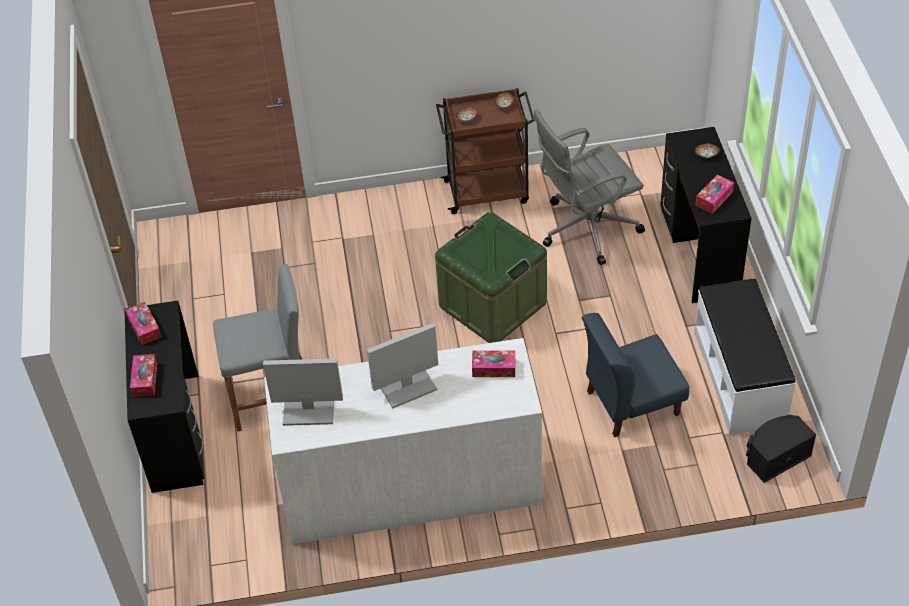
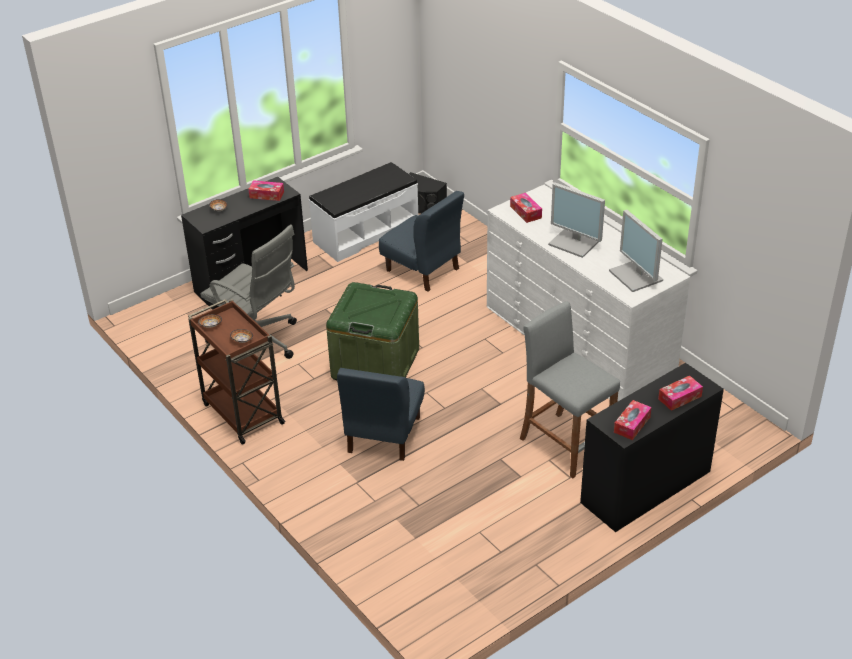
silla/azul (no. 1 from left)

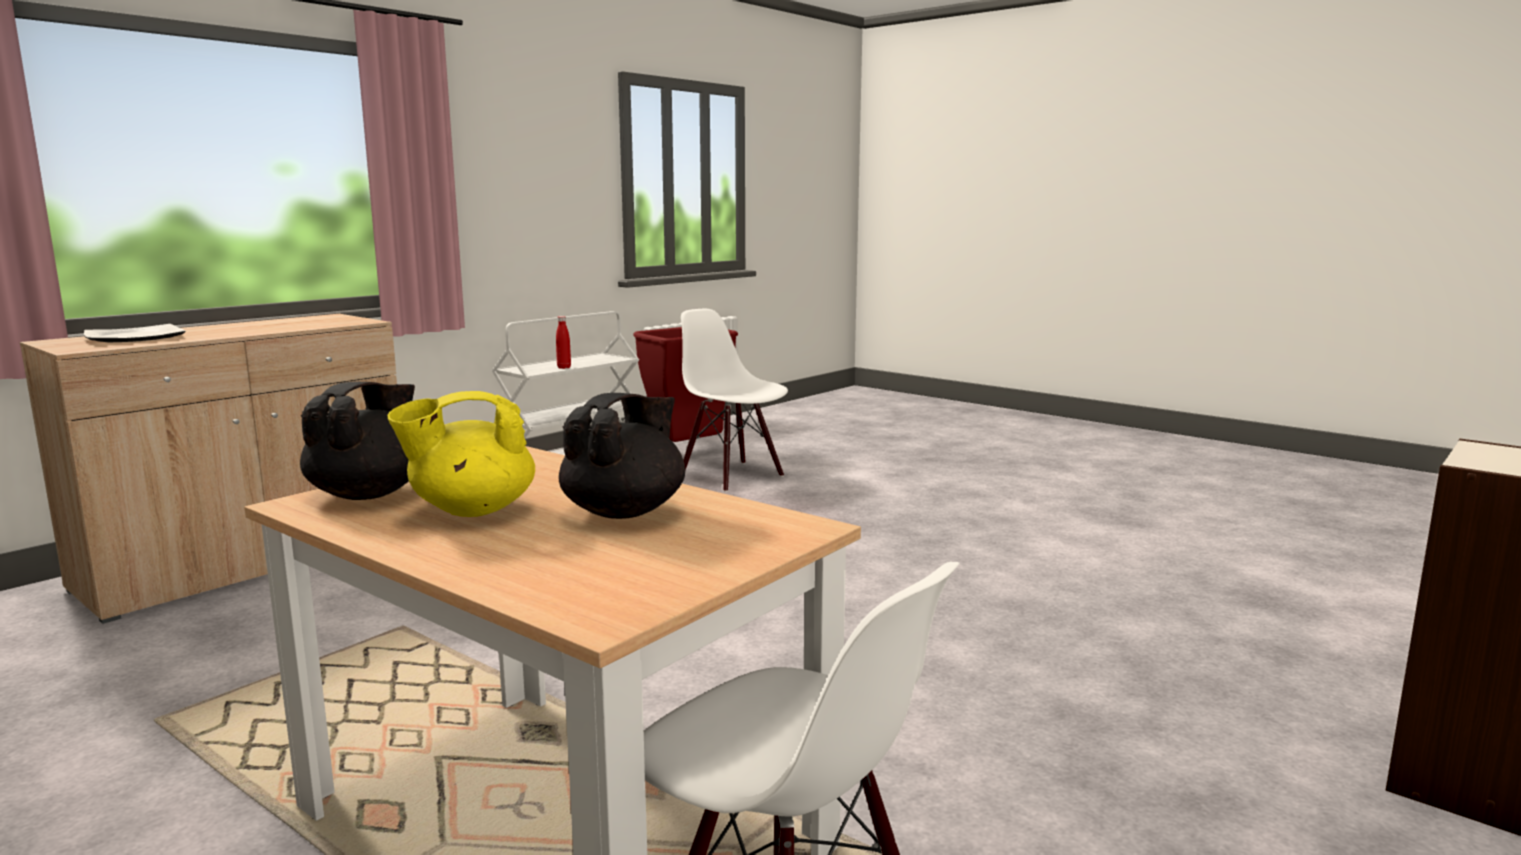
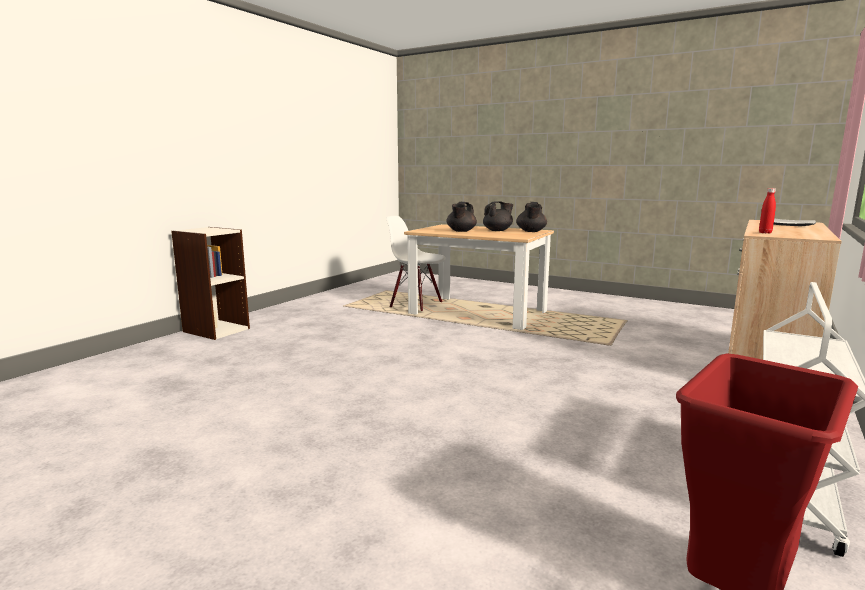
silla/blanco (no. 1 from left in the first image)
botella/rojo
tetera/negro (no. 2 from left)

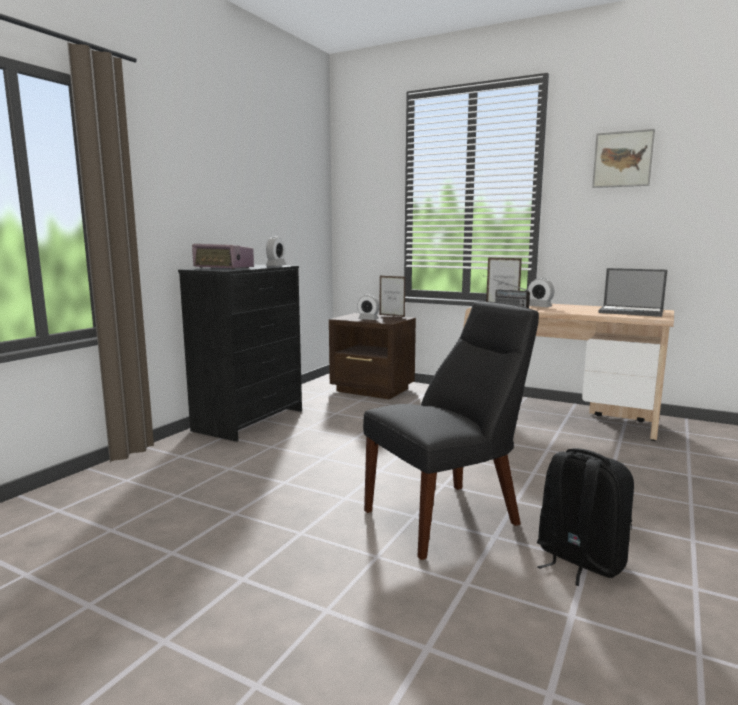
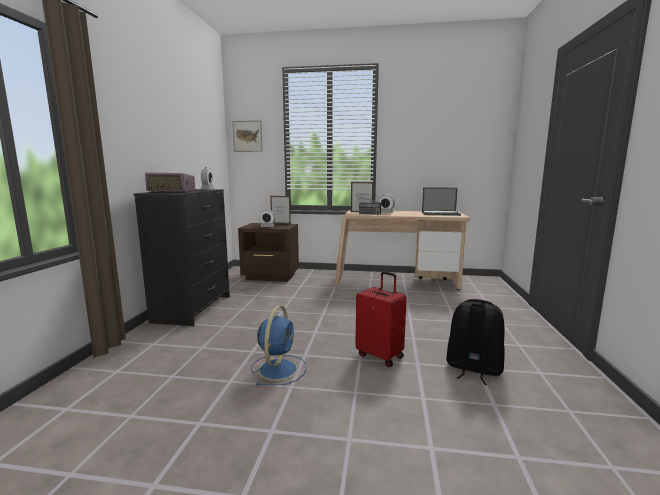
cuadro
maleta/rojo
ventilador/azul

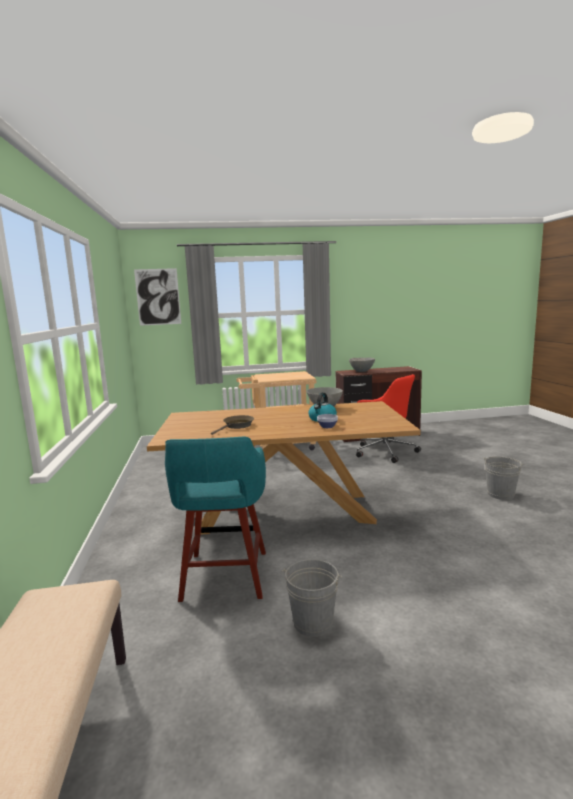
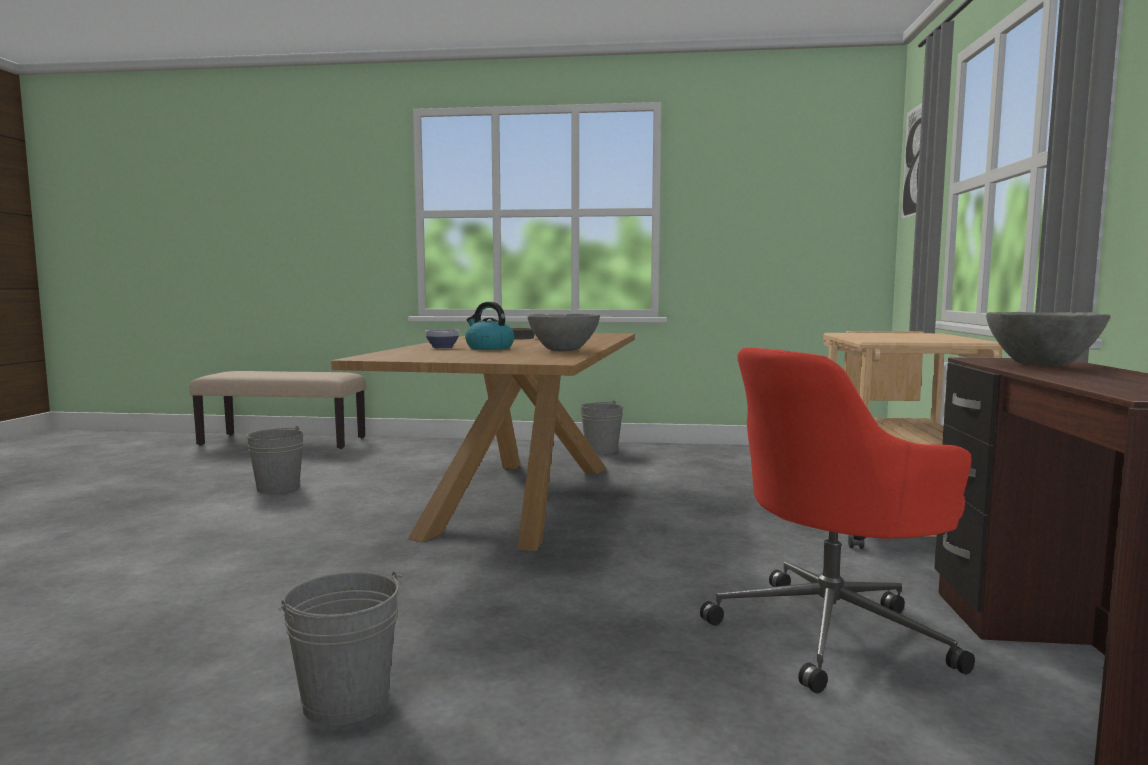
taburete/turquesa
cubo/gris (no. 3 from left)

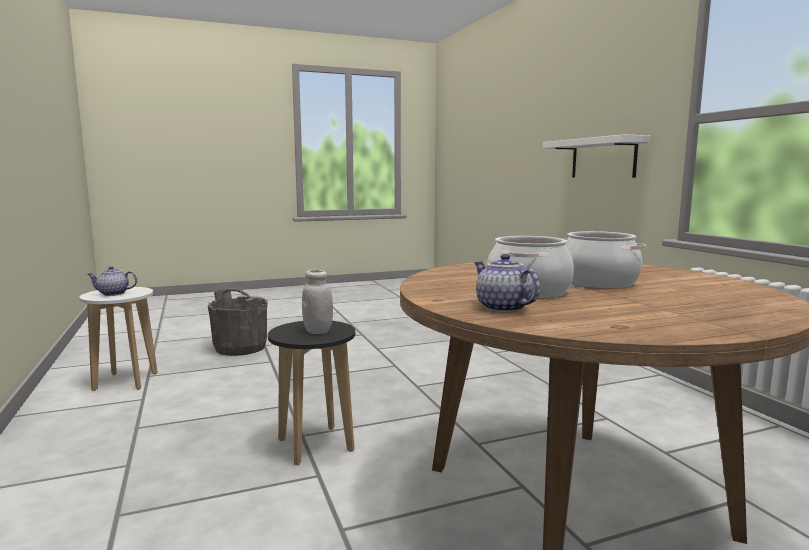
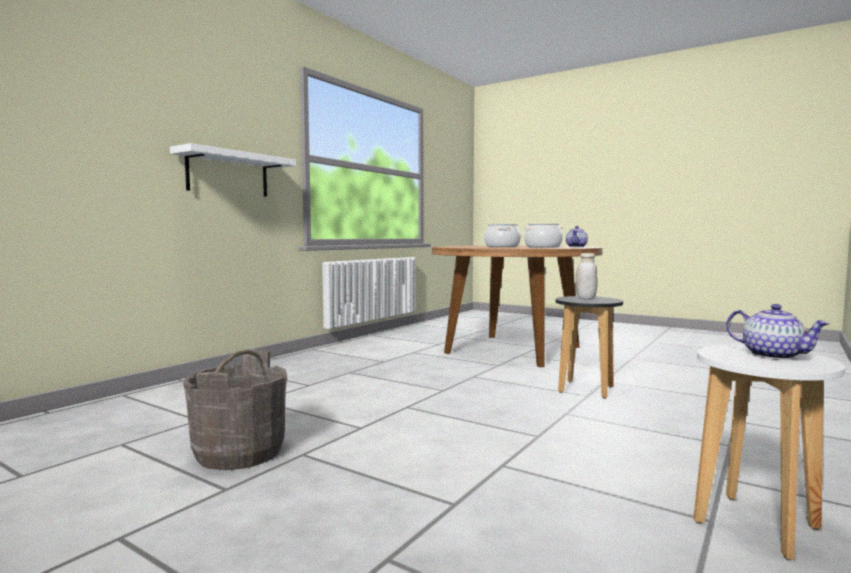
cubo/gris

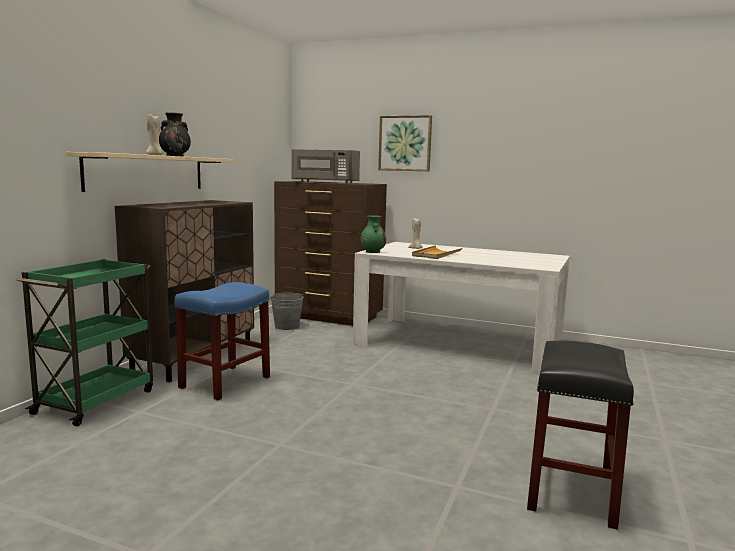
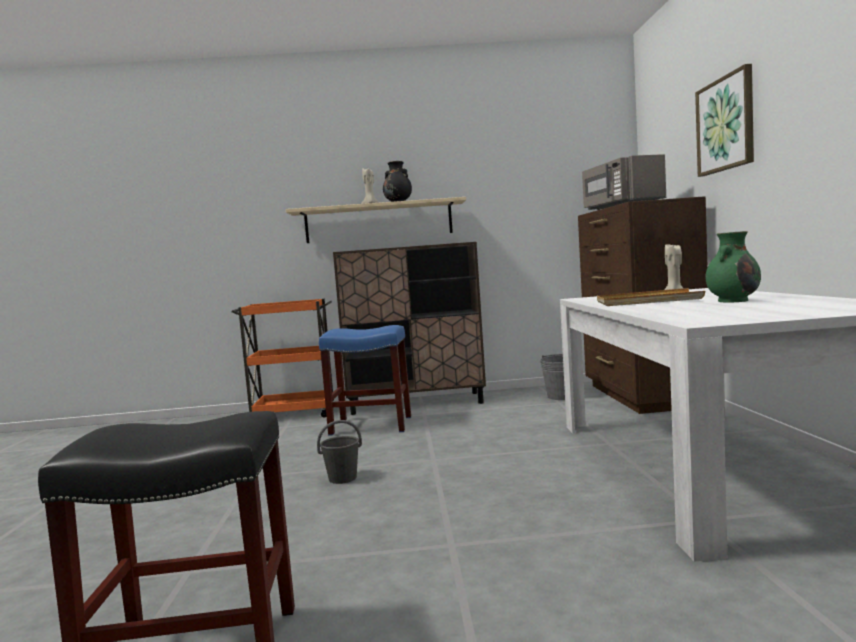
florero/verde
carrito/naranja
cubo/gris (no. 1 from left)

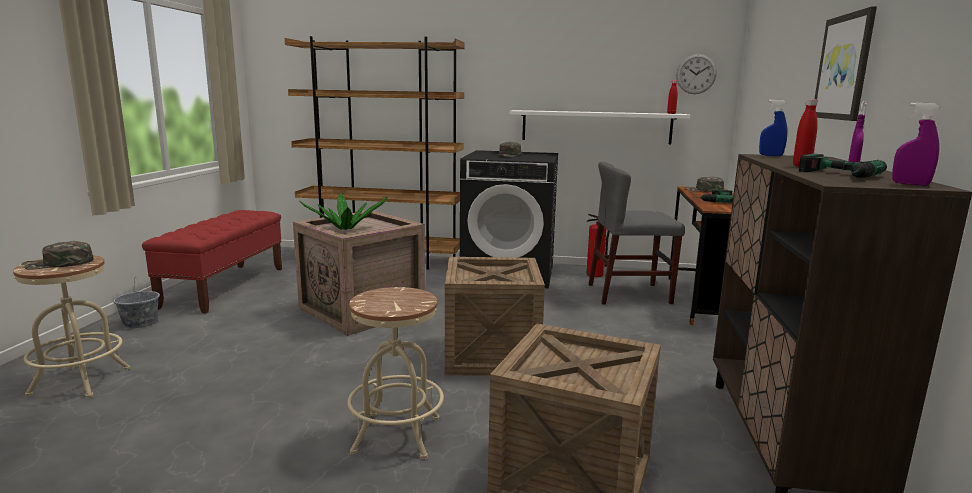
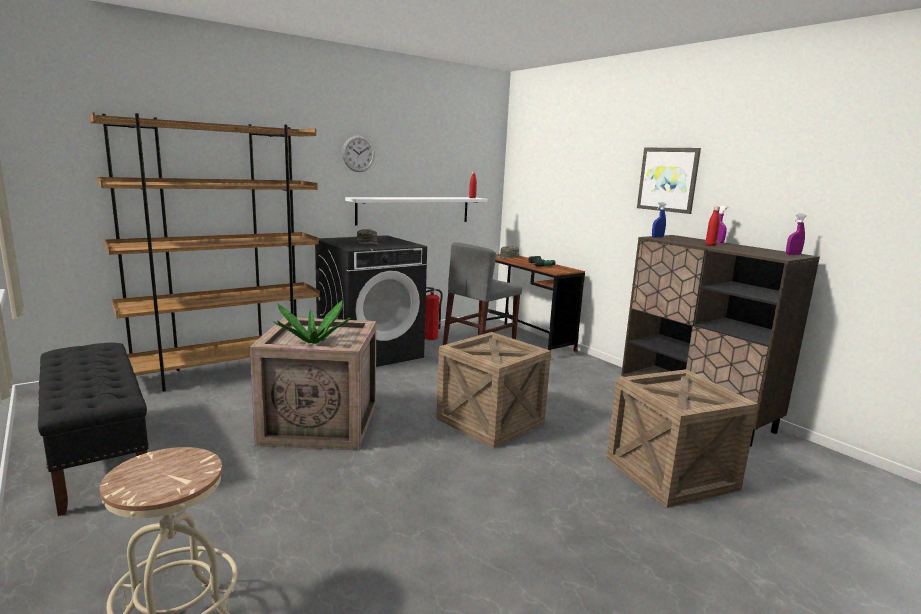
reloj de pared
taladro (no. 2 from left in the first image)
banco/negro
gorra/verde (no. 1 from left in the first image)
cubo/gris
taburete/beis (no. 2 from left in the first image)

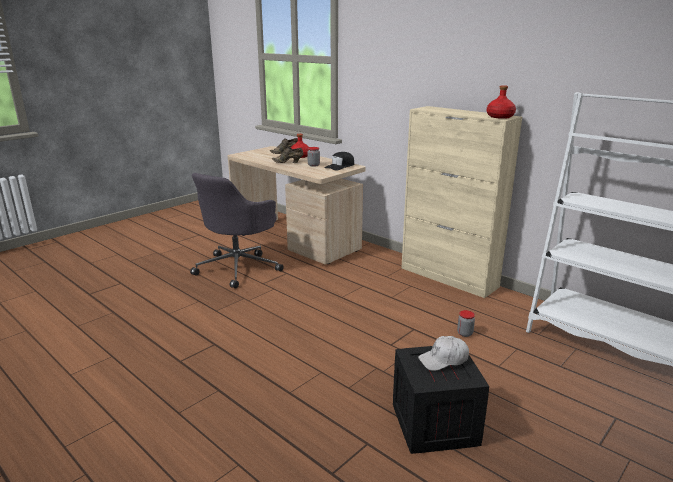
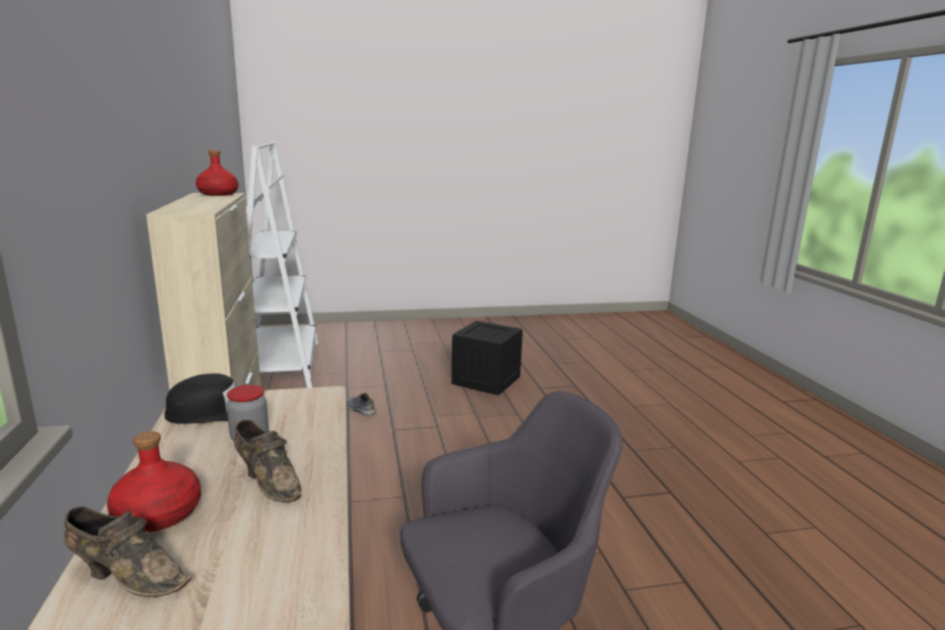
zapato/gris
gorra/blanco

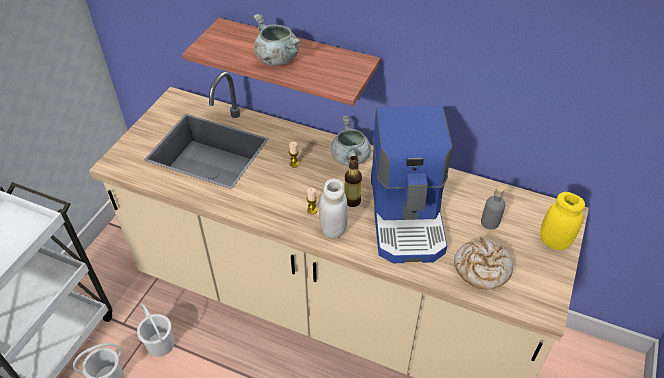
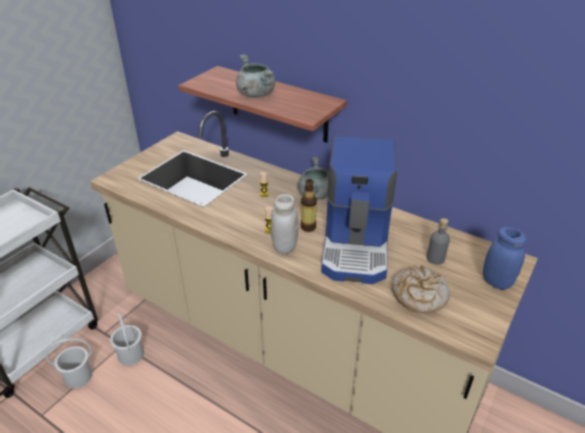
tarro/azul

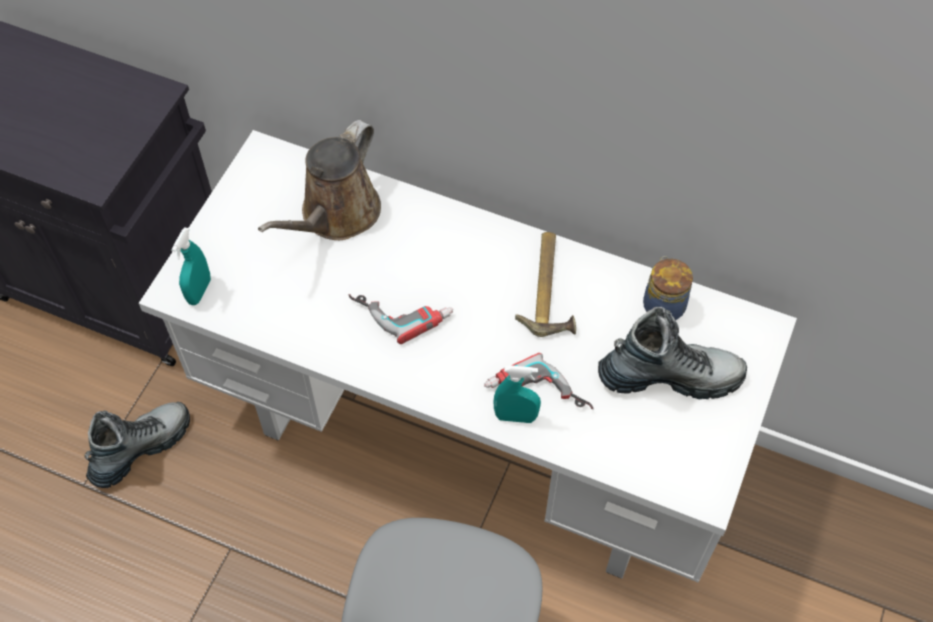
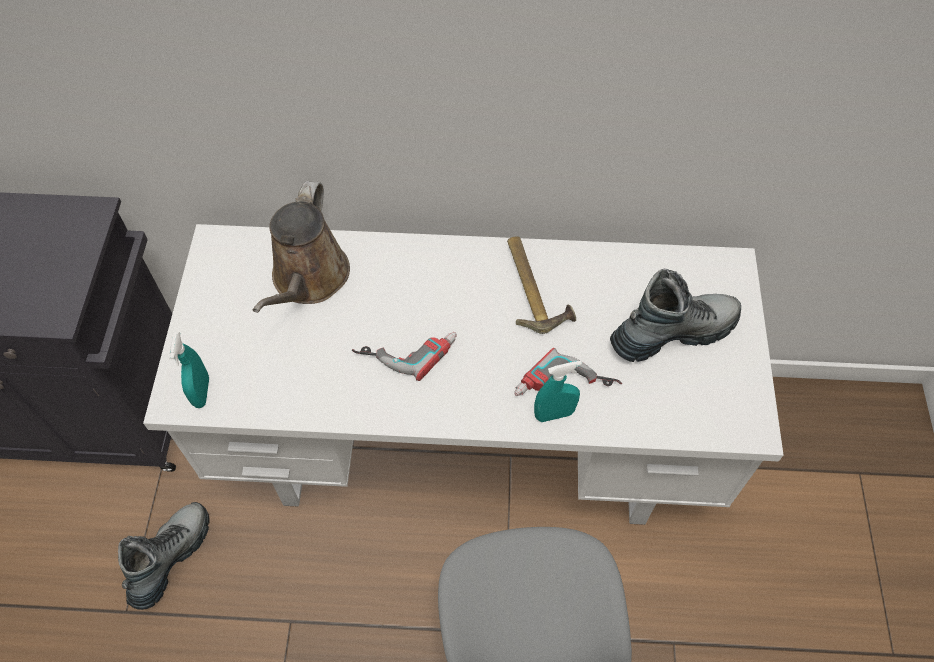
tarro

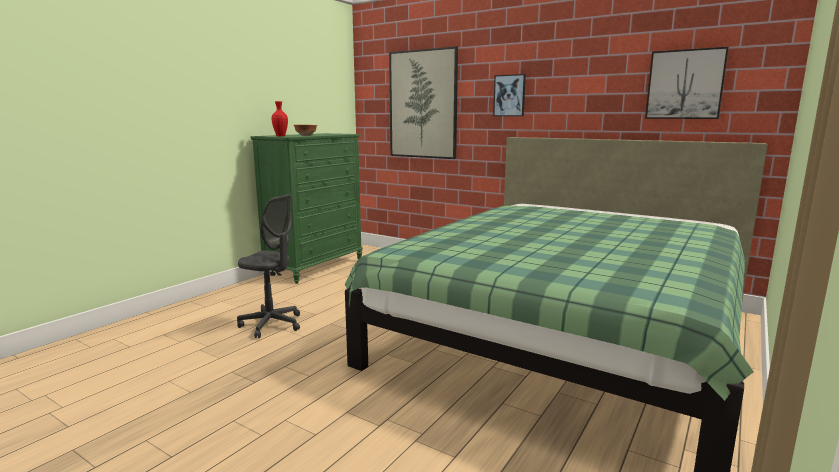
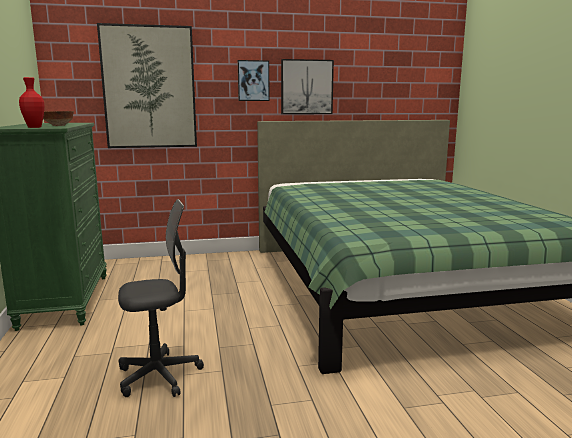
cuadro (no. 3 from left)

